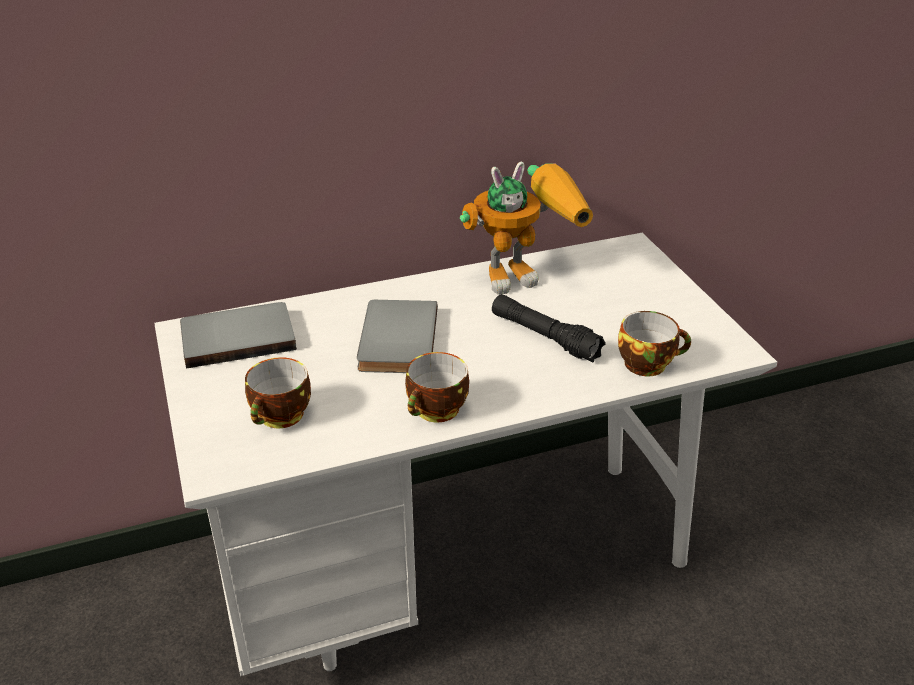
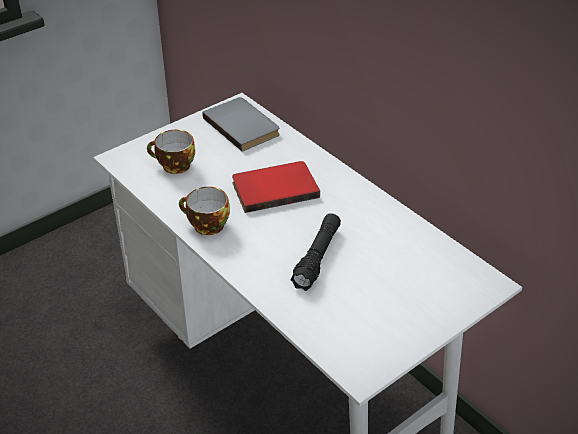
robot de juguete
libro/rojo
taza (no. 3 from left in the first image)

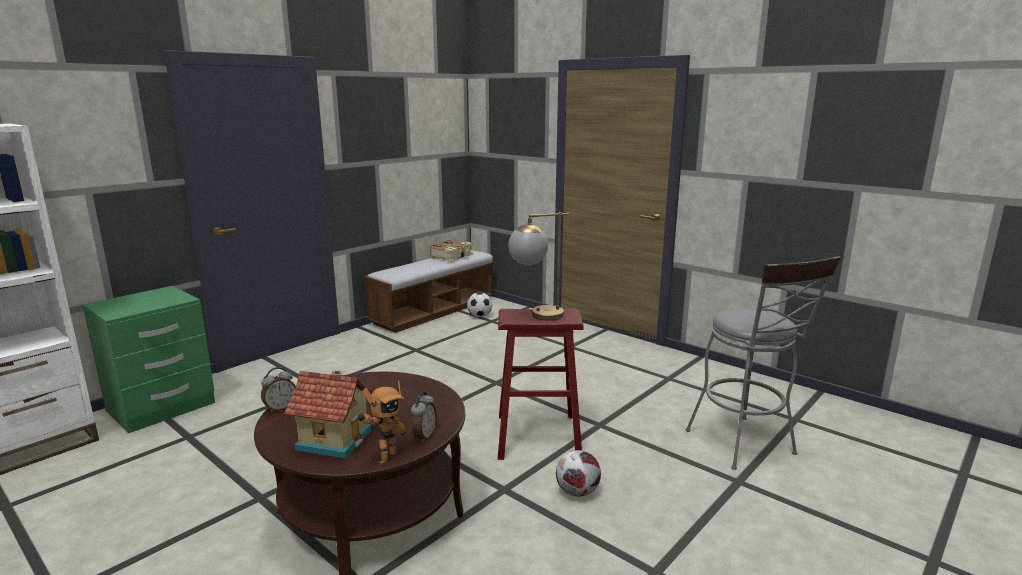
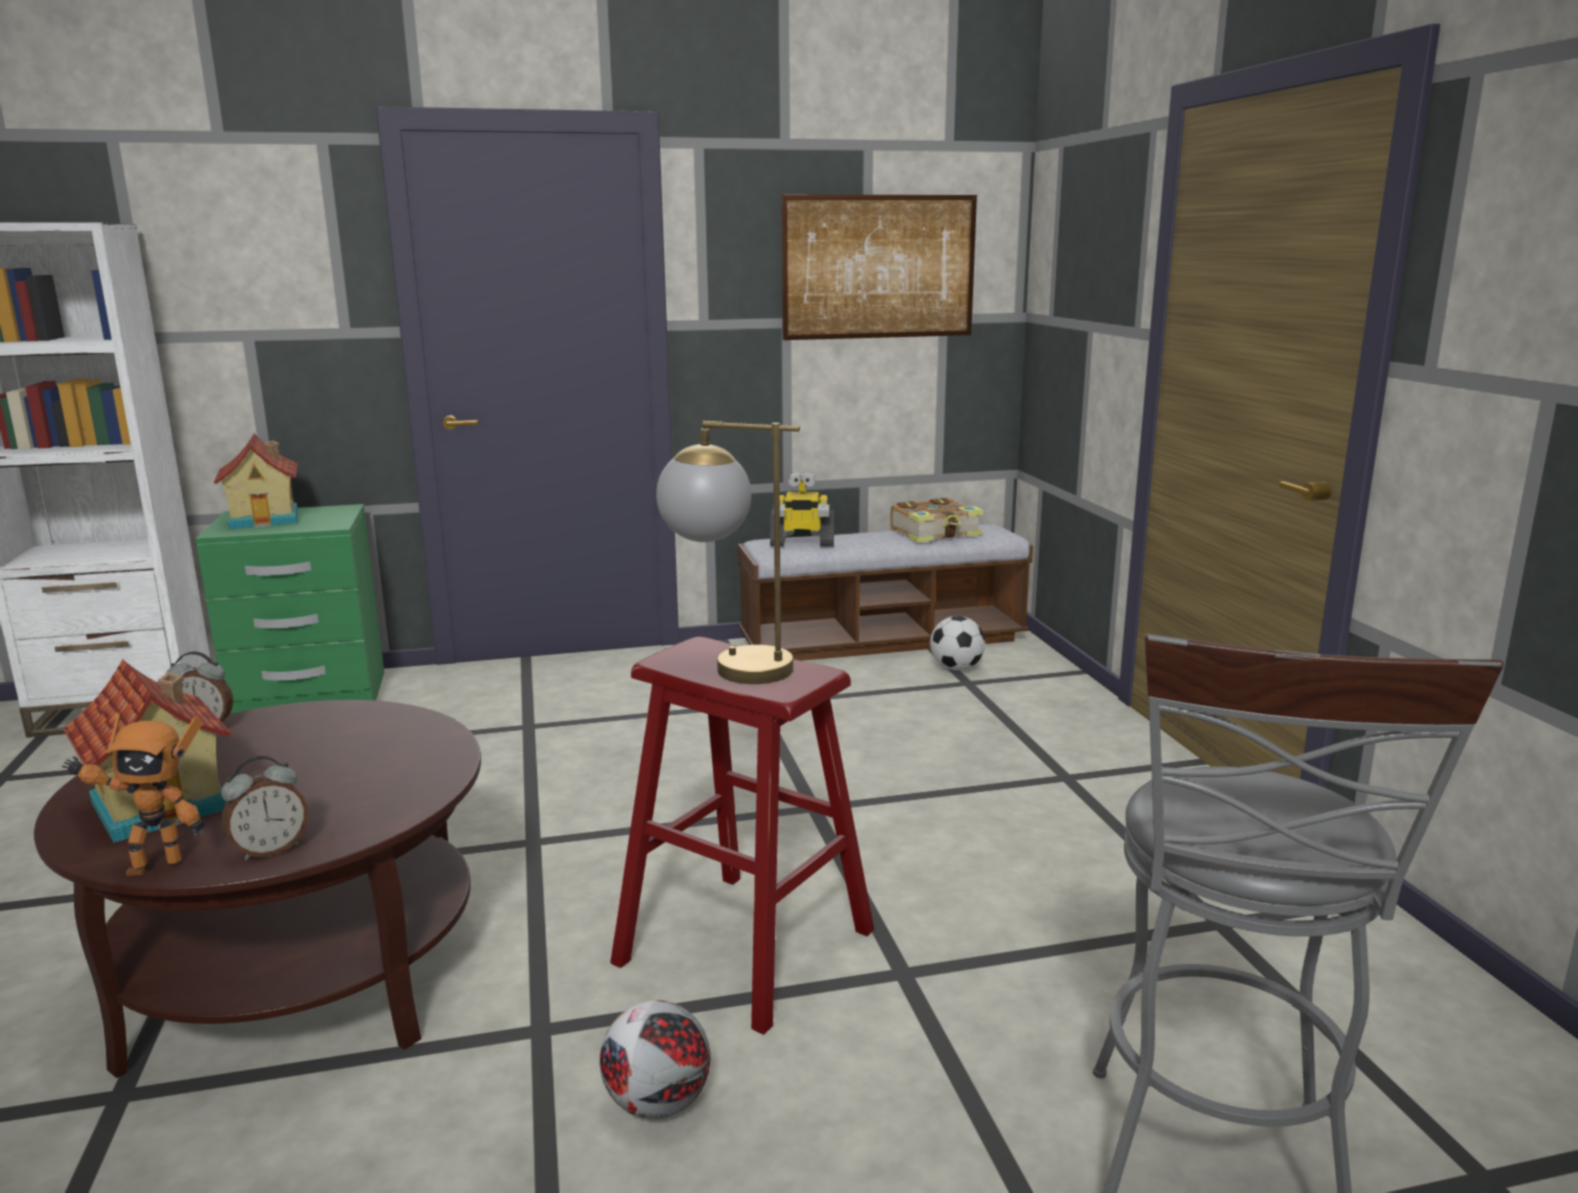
cuadro
casita (no. 2 from left)
robot de juguete (no. 2 from left)

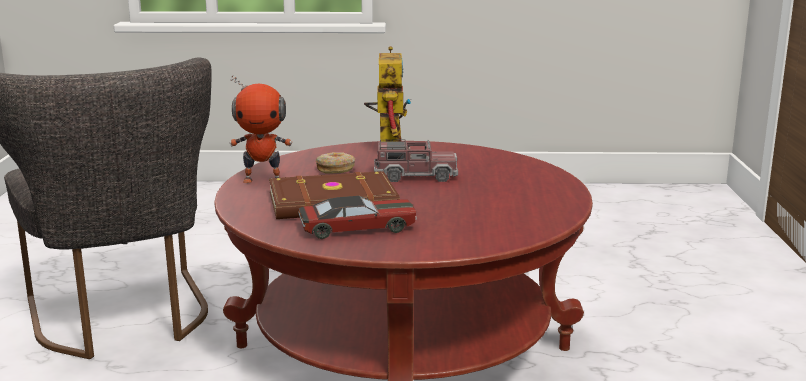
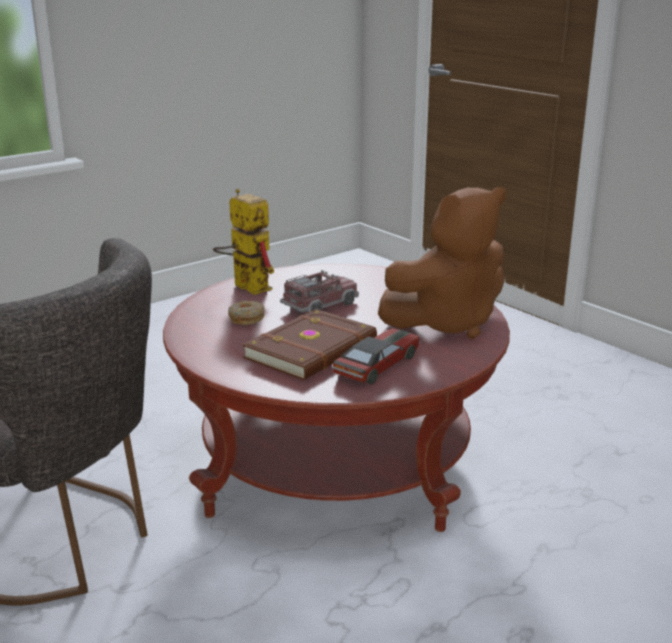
robot de juguete (no. 1 from left in the first image)
peluche/marrón

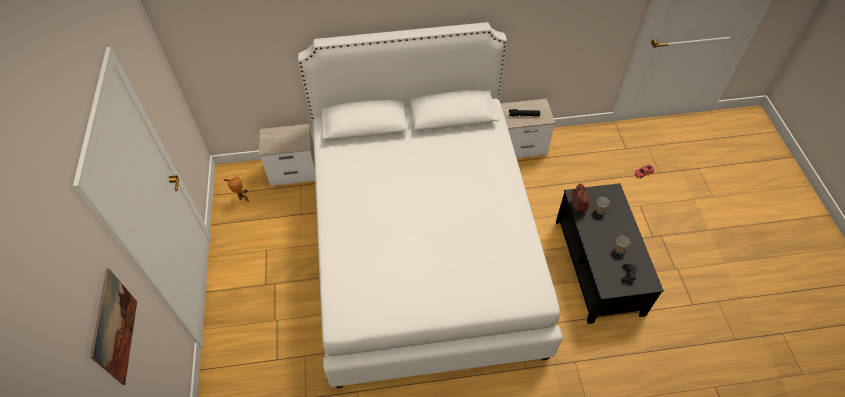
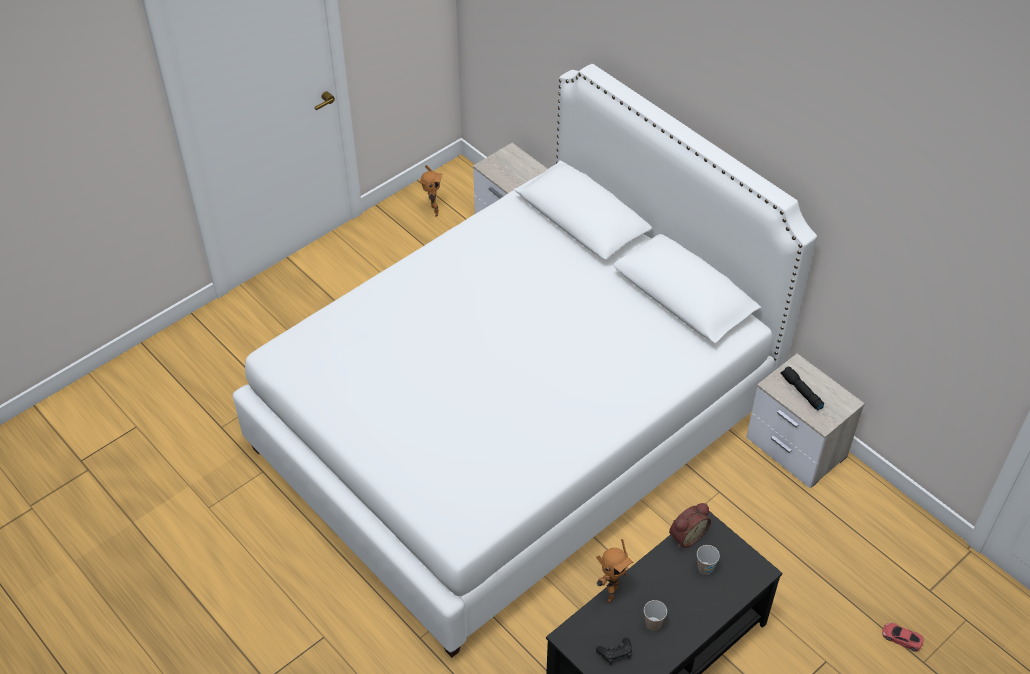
cuadro
robot de juguete (no. 2 from left)

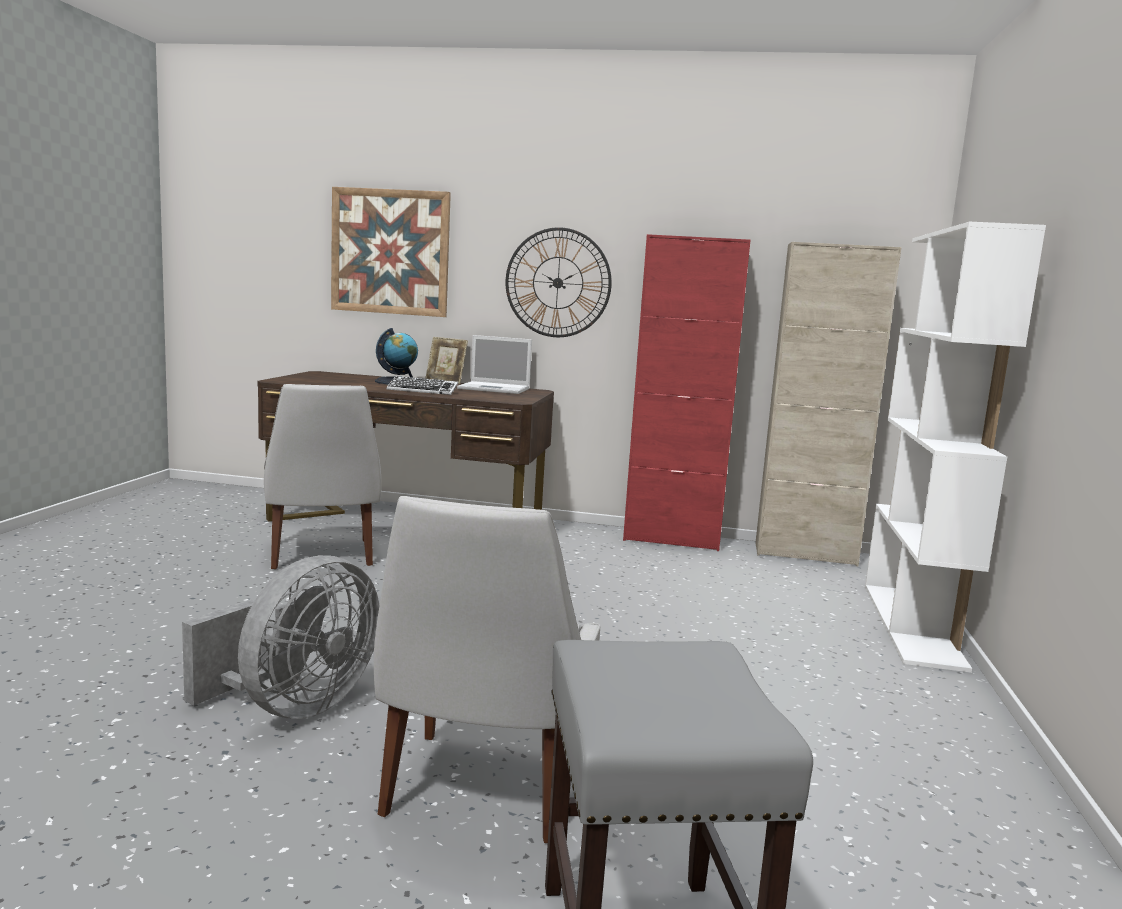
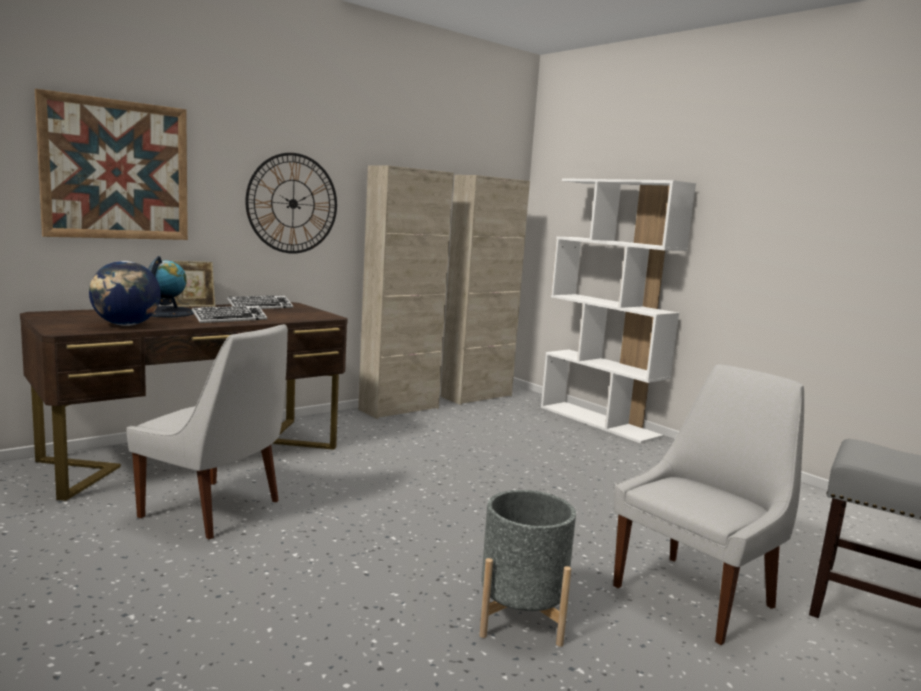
armario/beis (no. 1 from left)
teclado (no. 2 from left)
silla/blanco (no. 2 from left)
maceta/gris
globo terráqueo (no. 1 from left)

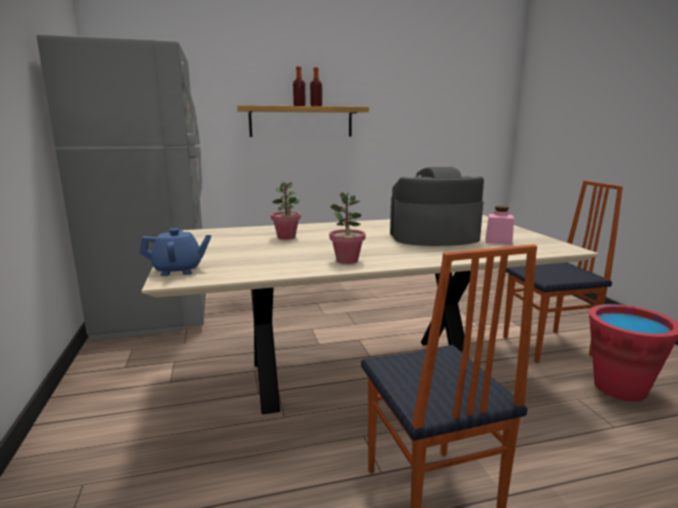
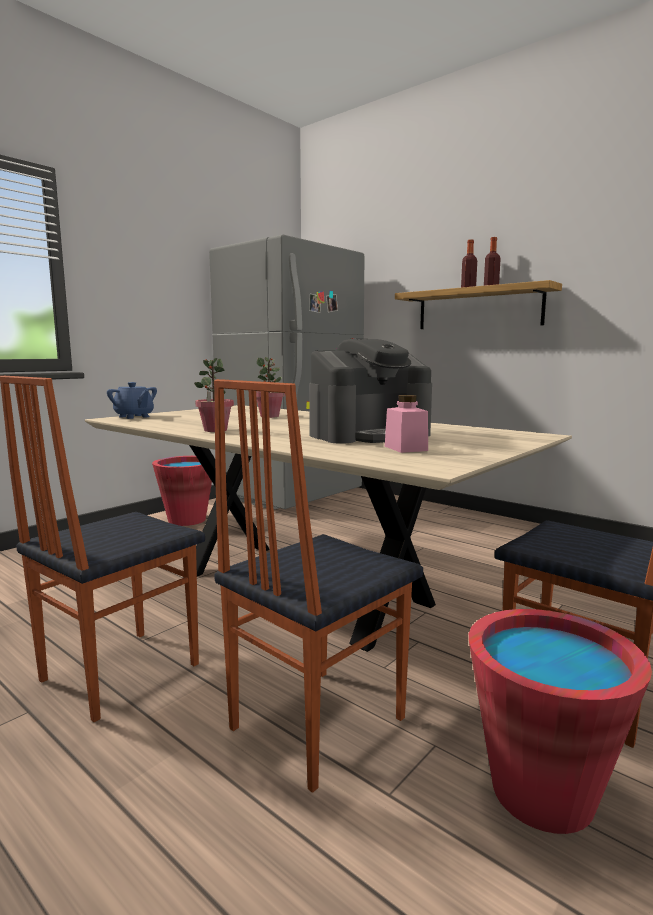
cafetera
silla (no. 2 from left)
cubo/rojo (no. 1 from left)

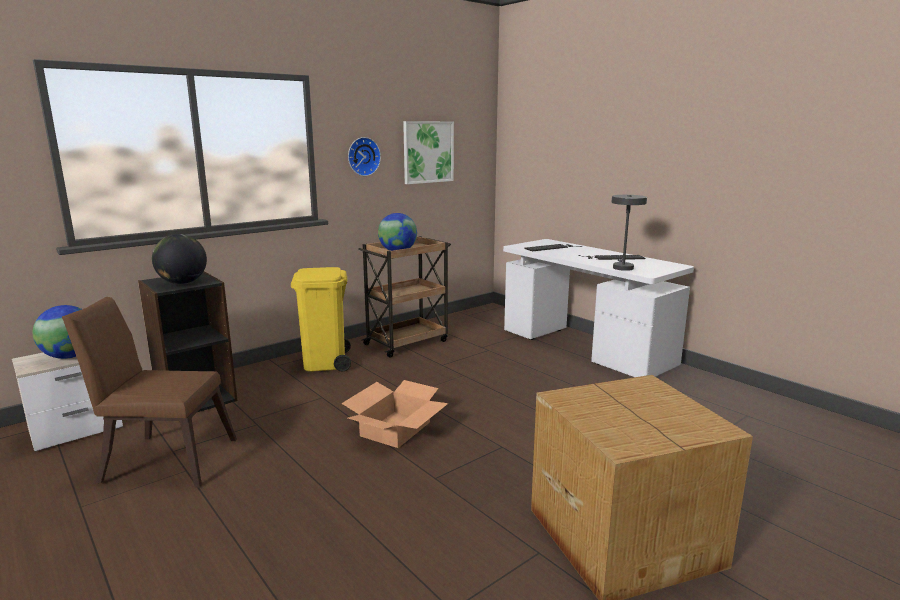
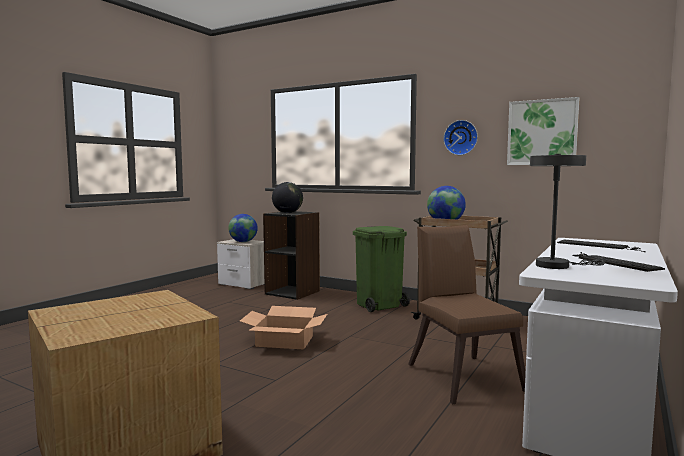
papelera/verde
silla/marrón

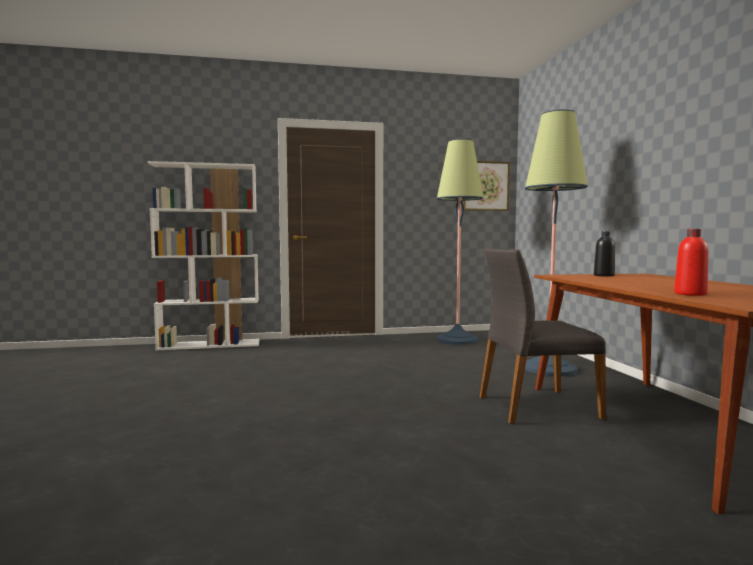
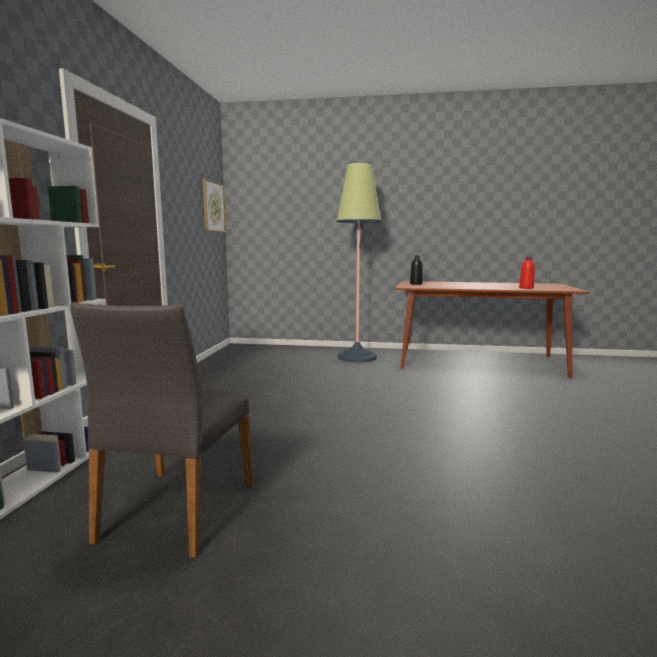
lámpara de pie (no. 1 from left in the first image)
silla/gris

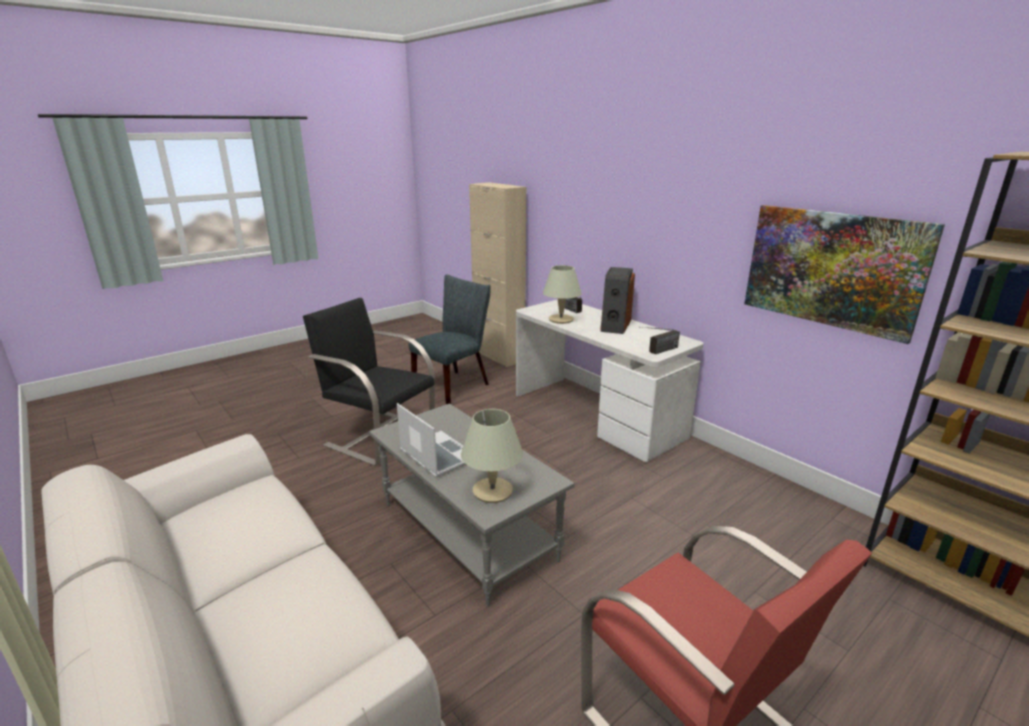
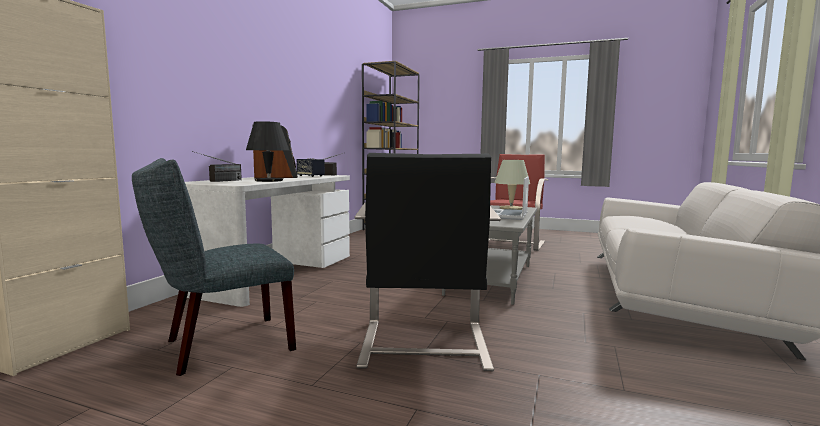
cuadro
lámpara de mesa/negro
silla/gris
altavoz (no. 2 from left)

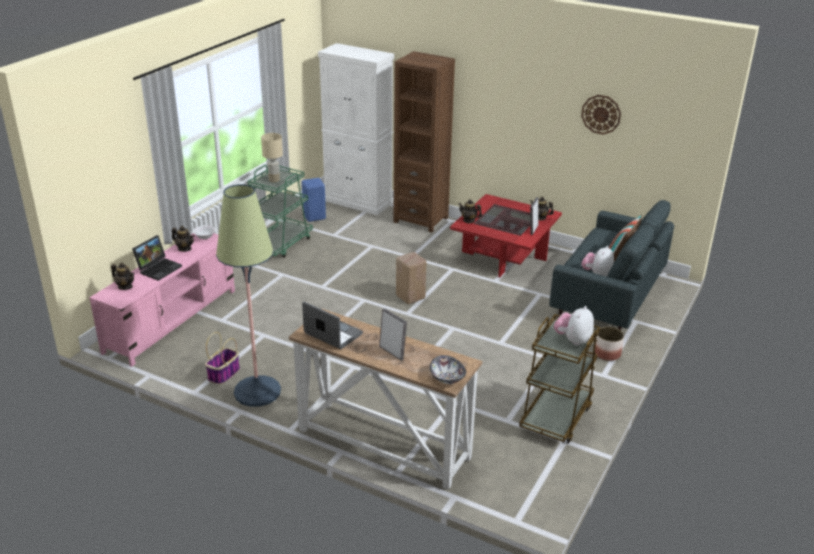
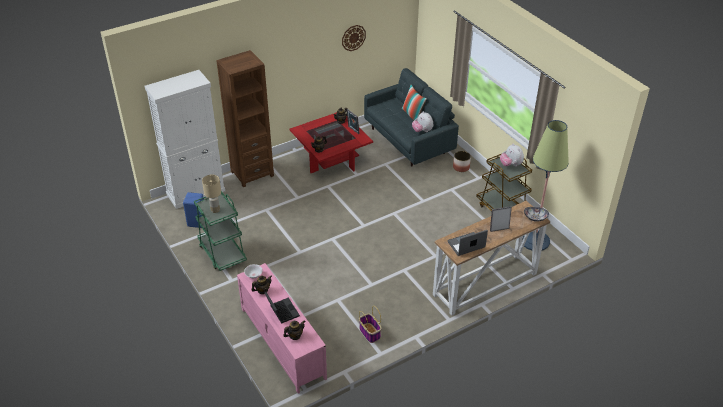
lámpara de pie
taburete/beis

